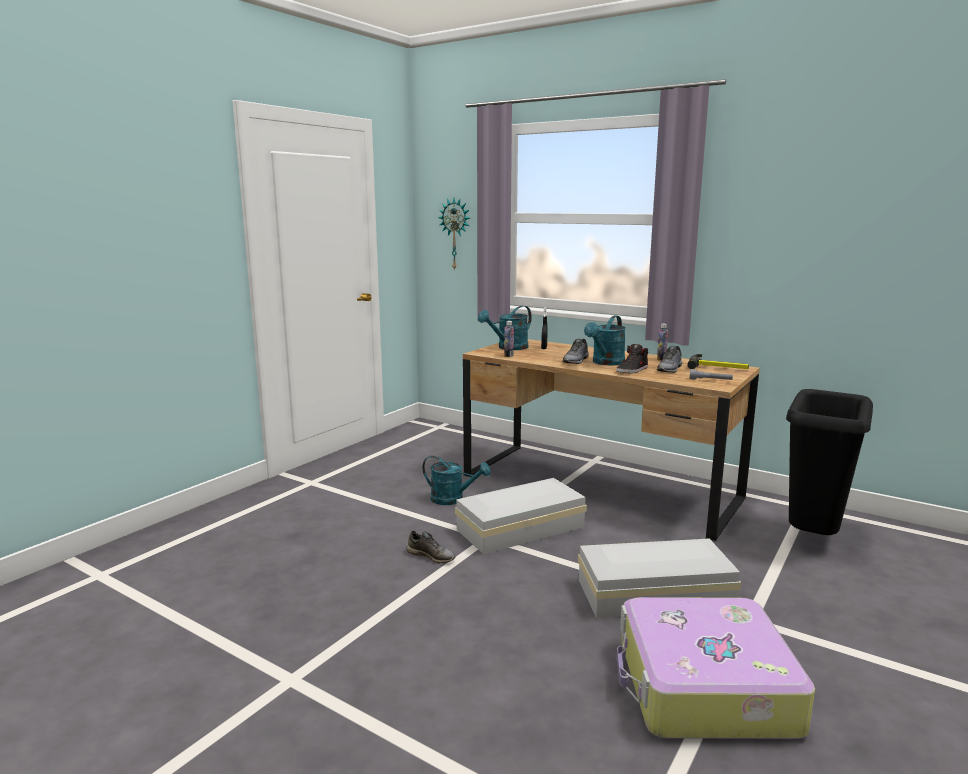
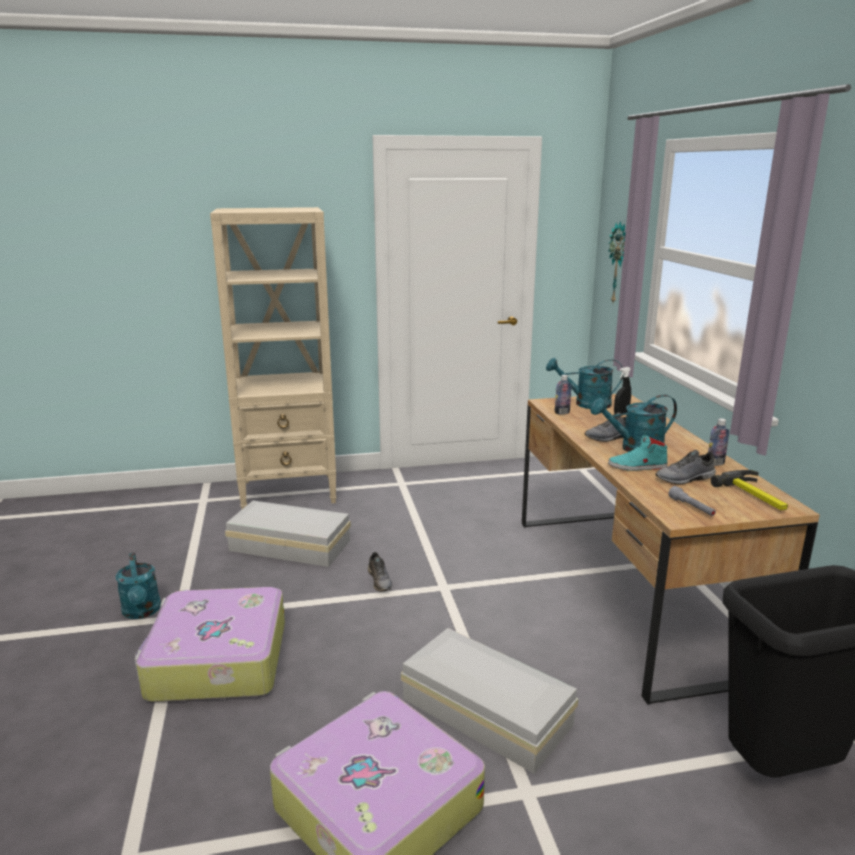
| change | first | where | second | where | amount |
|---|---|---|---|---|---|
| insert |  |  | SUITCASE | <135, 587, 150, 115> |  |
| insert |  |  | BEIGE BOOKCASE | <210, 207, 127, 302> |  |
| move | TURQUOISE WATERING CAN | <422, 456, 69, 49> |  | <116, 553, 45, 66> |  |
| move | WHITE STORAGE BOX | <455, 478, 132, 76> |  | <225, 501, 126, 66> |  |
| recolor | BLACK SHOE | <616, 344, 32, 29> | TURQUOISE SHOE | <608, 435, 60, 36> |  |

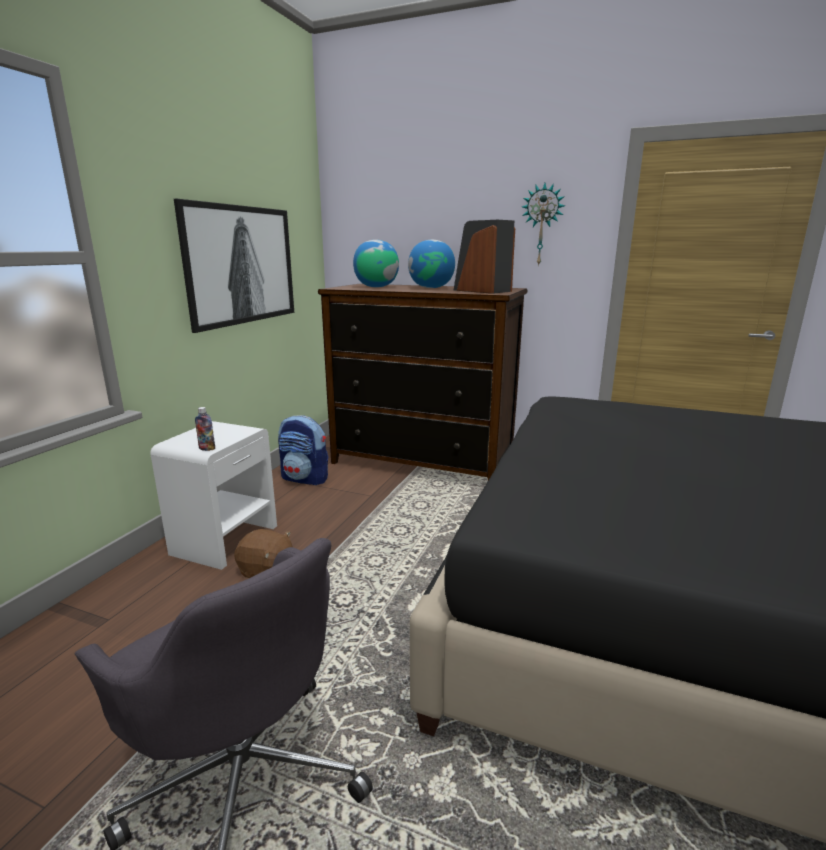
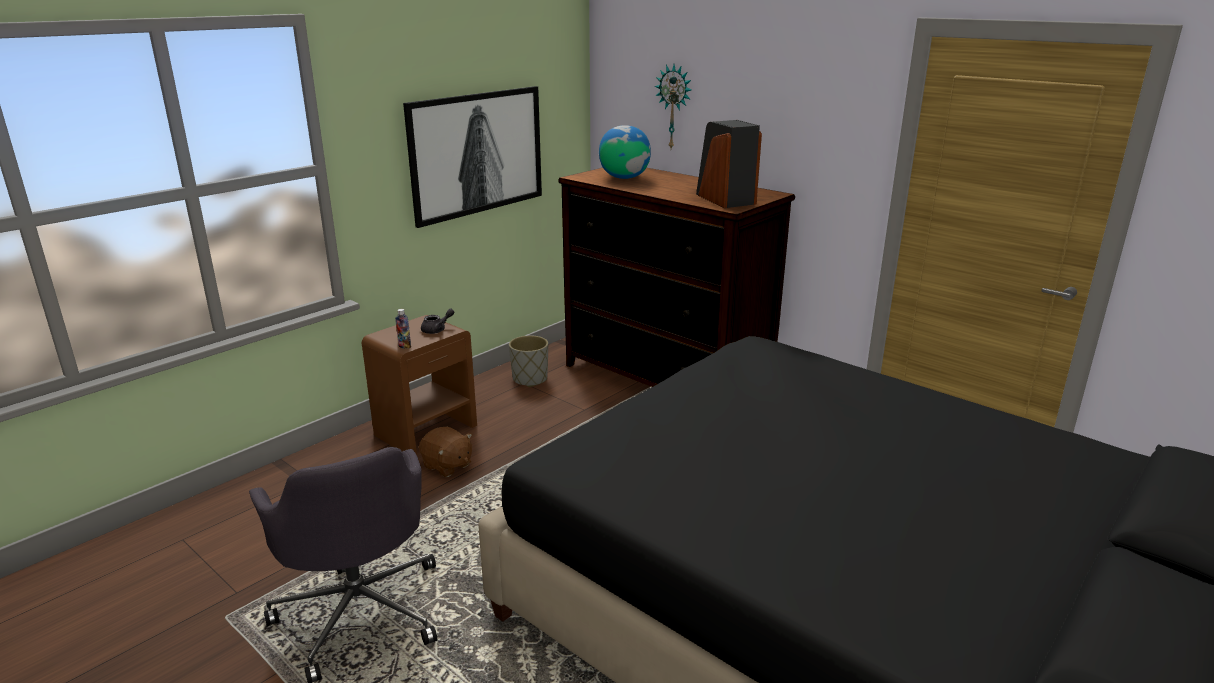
| change | first | where | second | where | amount |
|---|---|---|---|---|---|
| delete | GLOBE | <408, 240, 47, 48> |  |  |  |
| insert |  |  | GREY TEAPOT | <421, 309, 34, 25> |  |
| move | WALL CLOCK | <522, 183, 44, 83> |  | <655, 64, 36, 85> |  |
| replace | BACKPACK | <278, 415, 50, 70> | GREY PLANTER | <509, 336, 39, 51> |  |
| recolor | WHITE NIGHTSTAND | <150, 421, 127, 149> | BROWN NIGHTSTAND | <362, 315, 115, 140> |  |

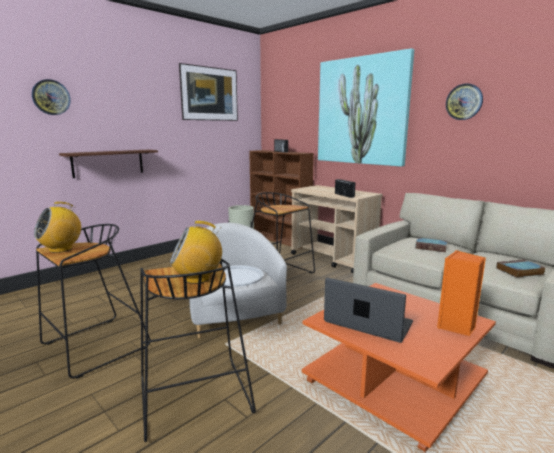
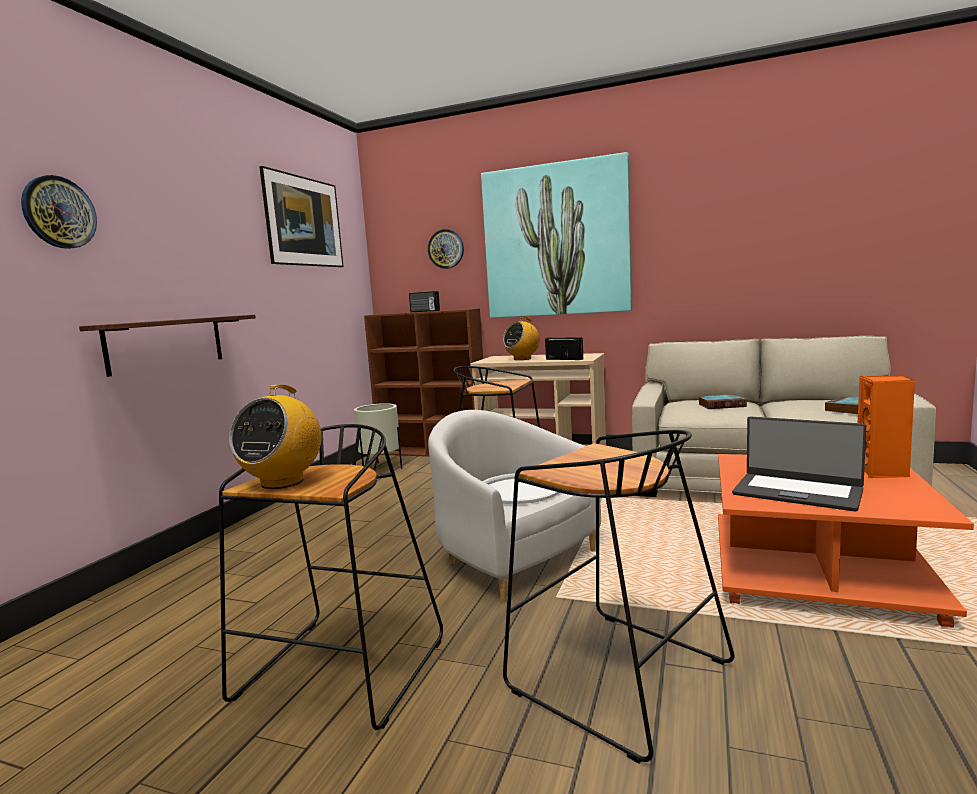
| change | first | where | second | where | amount |
|---|---|---|---|---|---|
| move | RADIO | <170, 221, 52, 63> |  | <503, 317, 37, 43> |  |
| move | WALL CLOCK | <446, 83, 37, 37> |  | <428, 229, 36, 40> |  |
| rotate | LAPTOP | <324, 278, 89, 65> |  | <732, 417, 134, 95> | 150 degrees counterclockwise |

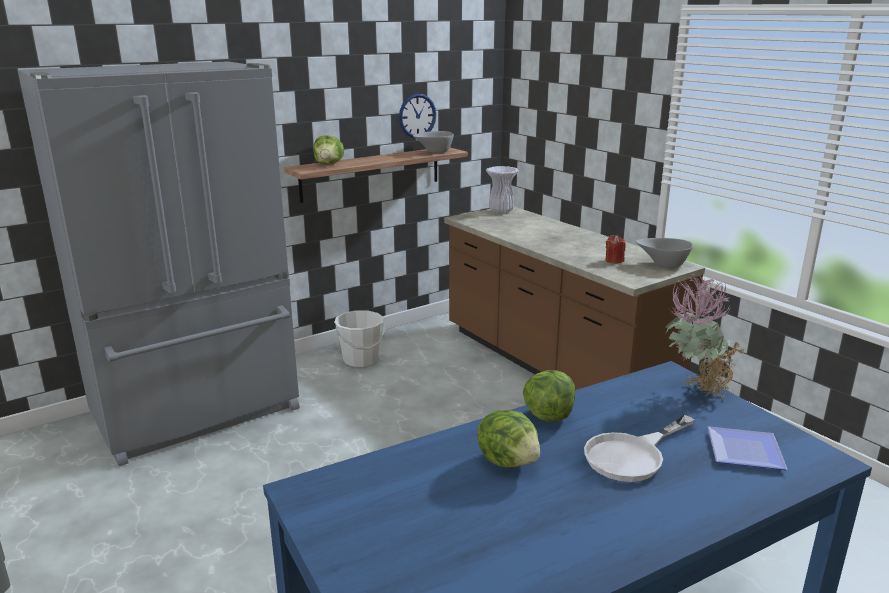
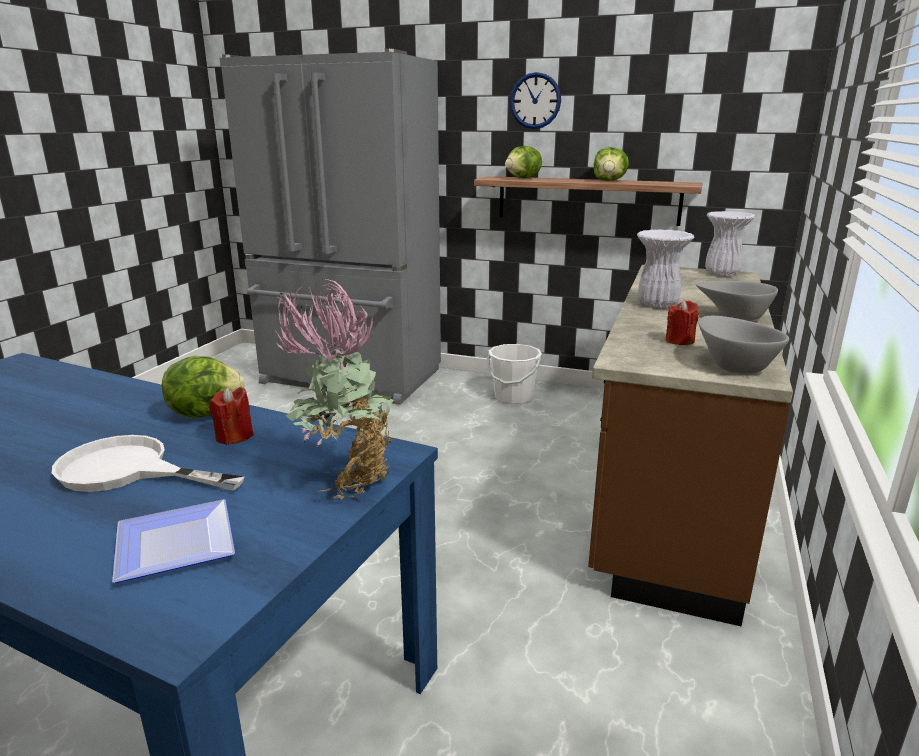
| change | first | where | second | where | amount |
|---|---|---|---|---|---|
| insert |  |  | RED CANDLE | <209, 387, 45, 58> |  |
| insert |  |  | WHITE VASE | <637, 229, 58, 79> |  |
| move | WALL CLOCK | <399, 94, 37, 44> |  | <510, 72, 51, 57> |  |
| move | GREY BOWL | <413, 131, 41, 22> |  | <696, 281, 82, 40> |  |
| move | LETTUCE | <477, 410, 63, 58> |  | <594, 147, 35, 34> |  |

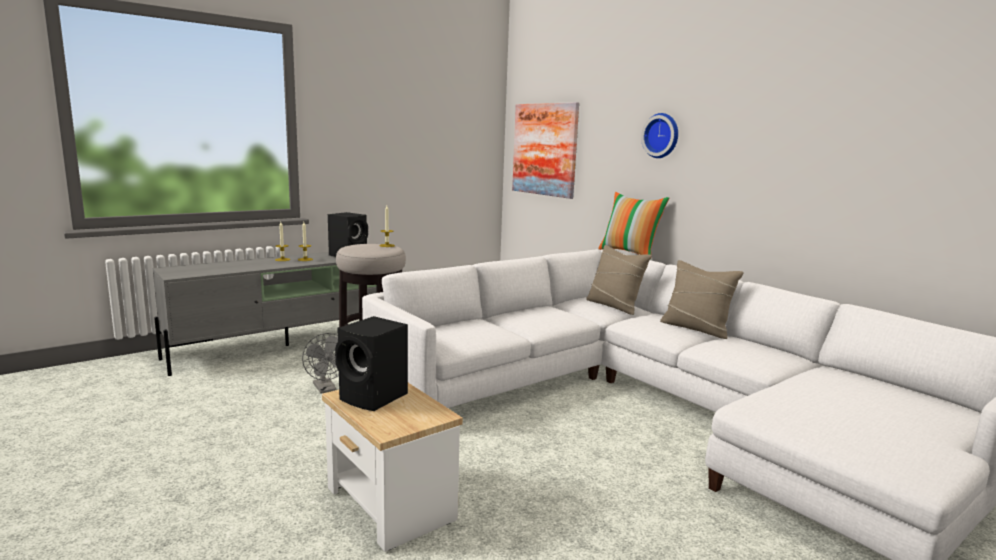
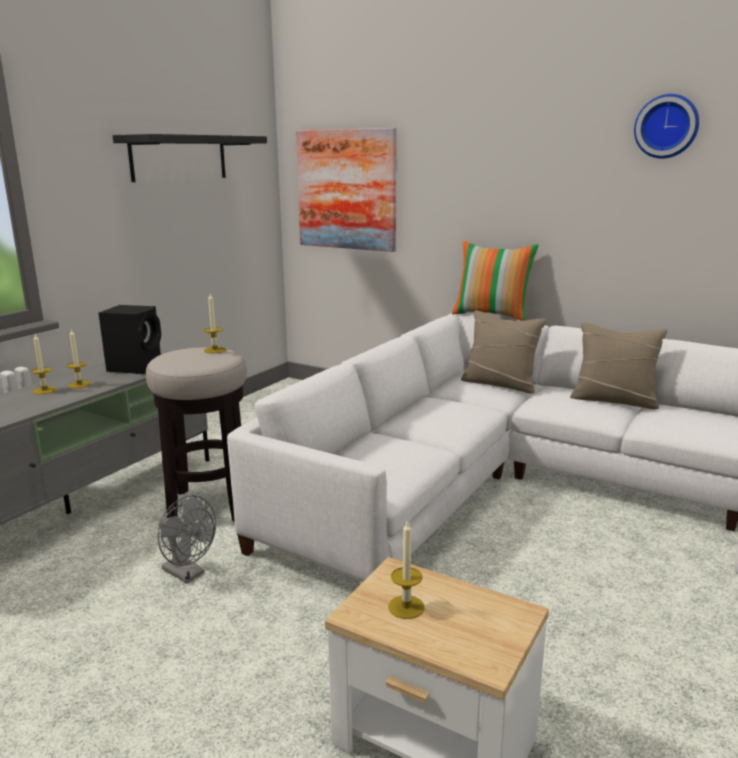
| change | first | where | second | where | amount |
|---|---|---|---|---|---|
| insert |  |  | BLACK SHELF | <113, 134, 154, 48> |  |
| move | WALL CLOCK | <641, 113, 37, 45> |  | <634, 94, 65, 65> |  |
| replace | BLACK SPEAKER | <335, 316, 73, 95> | CANDLE | <388, 520, 37, 99> |  |

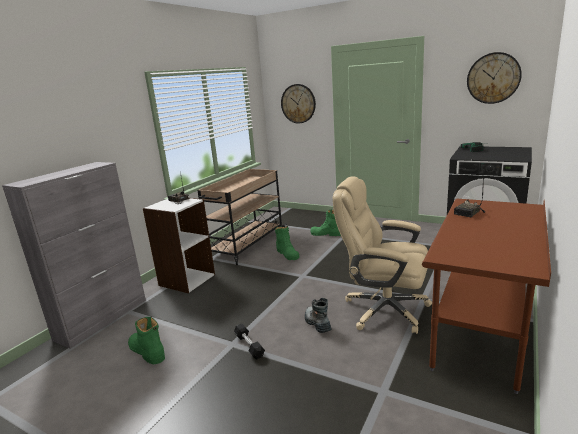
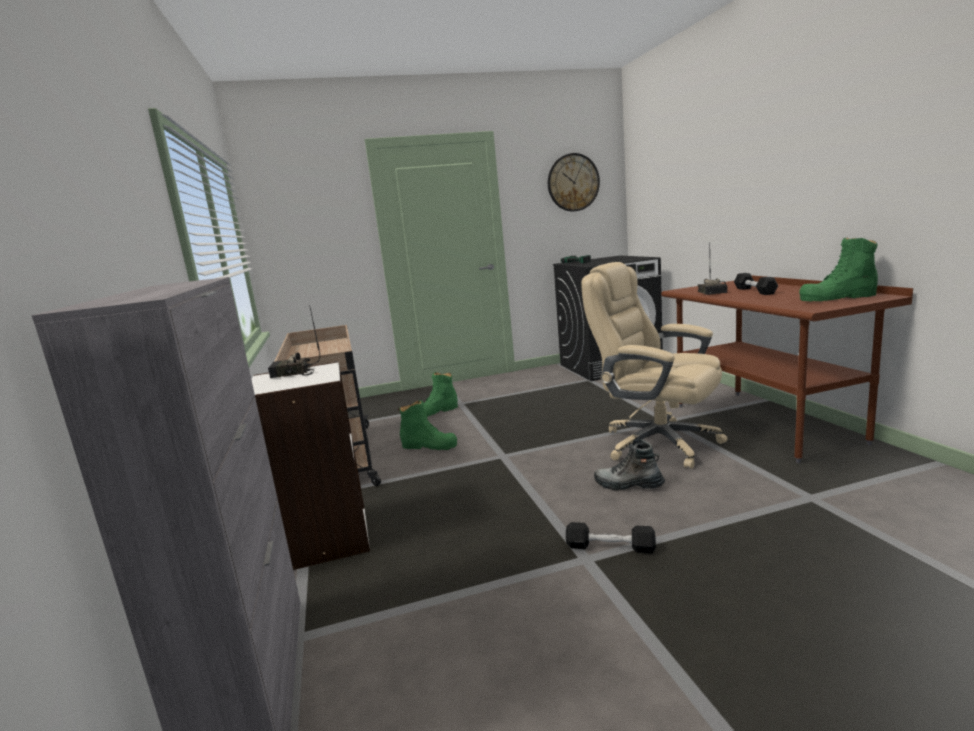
| change | first | where | second | where | amount |
|---|---|---|---|---|---|
| delete | WALL CLOCK | <281, 84, 35, 40> |  |  |  |
| insert |  |  | BLACK DUMBBELL | <734, 273, 44, 22> |  |
| move | GREEN BOOT | <128, 317, 37, 48> |  | <799, 237, 79, 65> |  |
| rotate | BEIGE OFFICE CHAIR | <333, 176, 99, 158> |  | <581, 262, 147, 207> | 60 degrees clockwise |

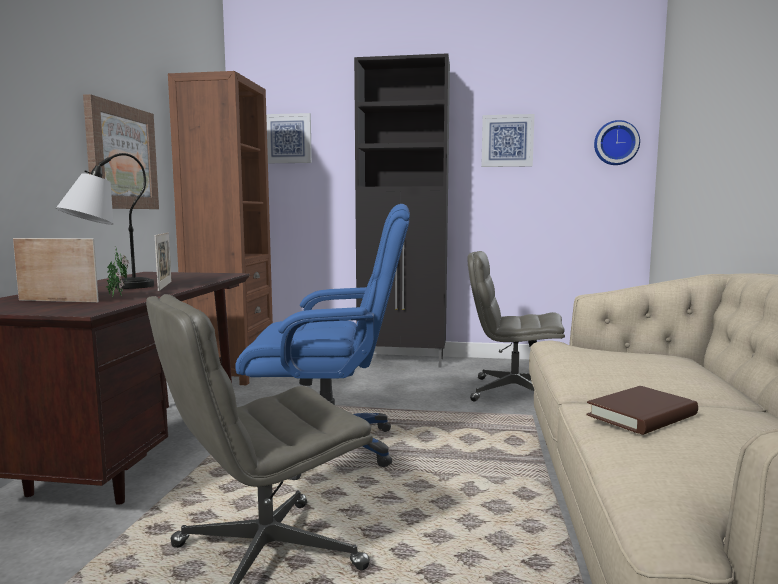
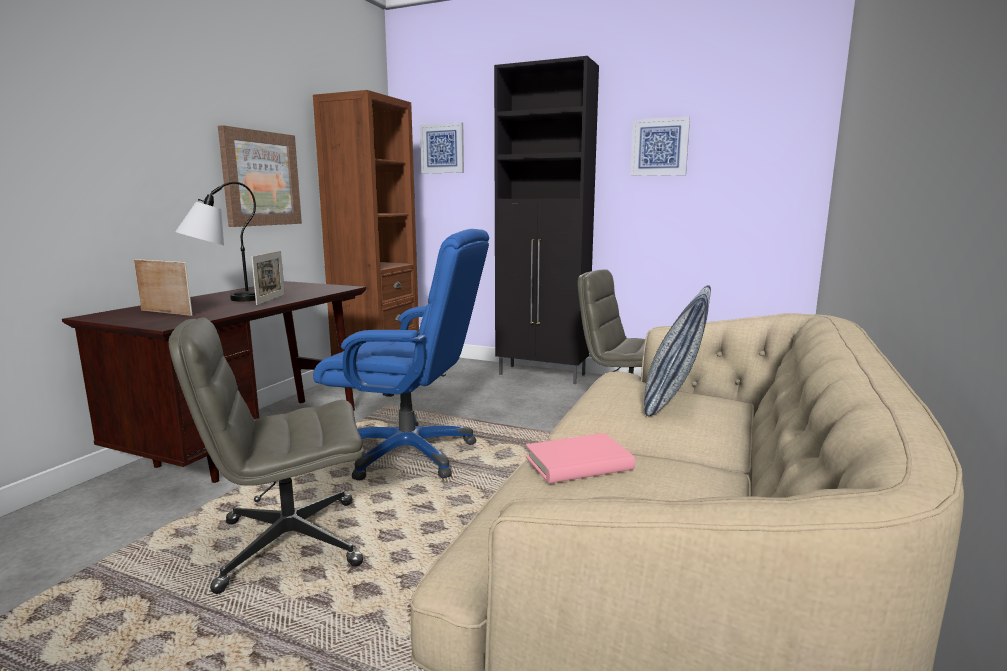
| change | first | where | second | where | amount |
|---|---|---|---|---|---|
| delete | POTTED PLANT | <106, 246, 23, 52> |  |  |  |
| delete | WALL CLOCK | <594, 120, 46, 45> |  |  |  |
| insert |  |  | PILLOW | <644, 285, 67, 131> |  |
| recolor | BROWN BOOK | <586, 386, 112, 49> | PINK BOOK | <526, 433, 109, 50> |  |

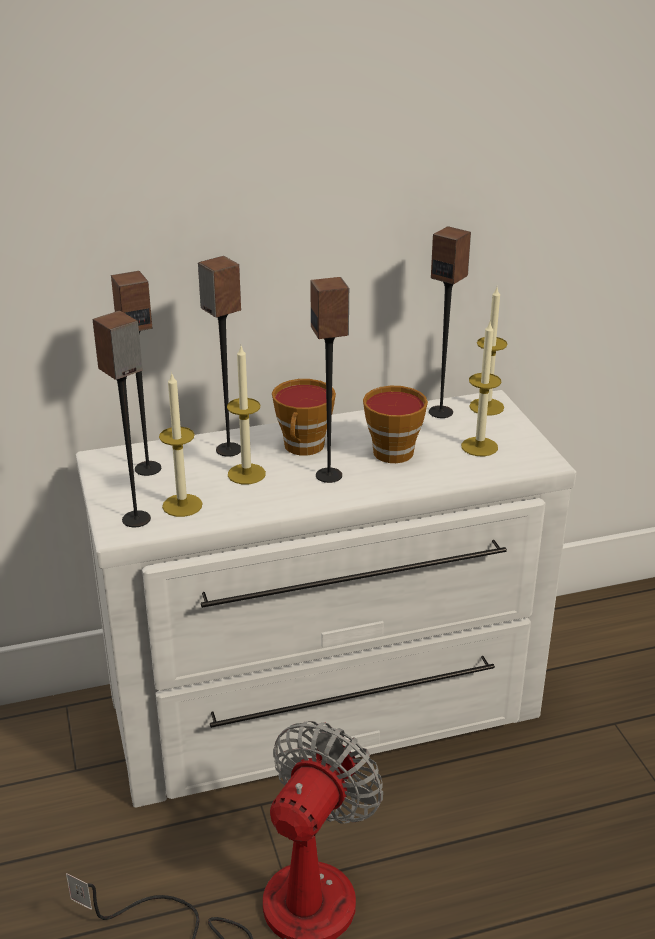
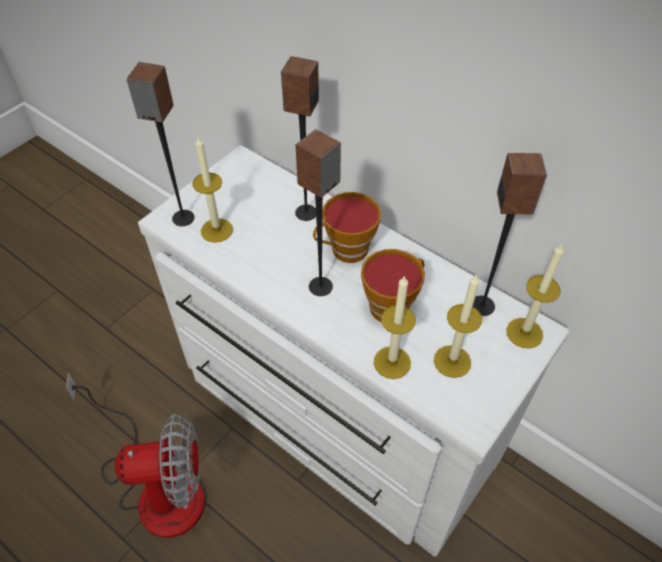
| change | first | where | second | where | amount |
|---|---|---|---|---|---|
| delete | SPEAKER | <111, 271, 50, 205> |  |  |  |
| move | CANDLE | <227, 346, 39, 138> |  | <374, 275, 42, 104> |  |

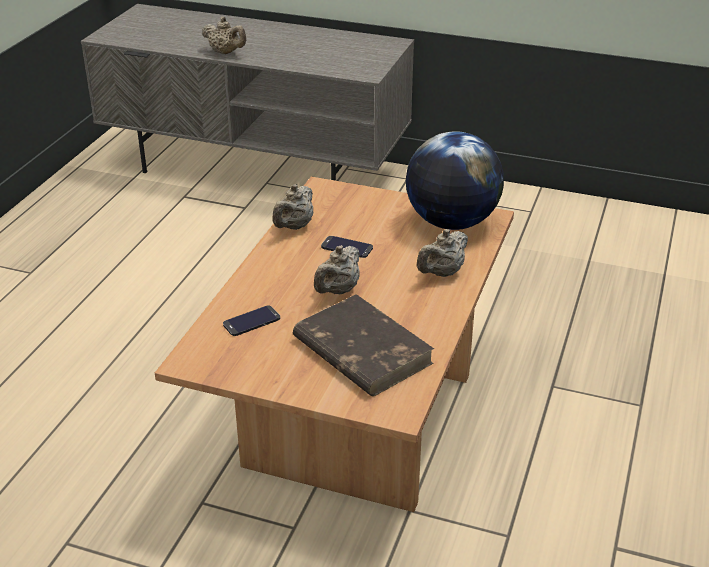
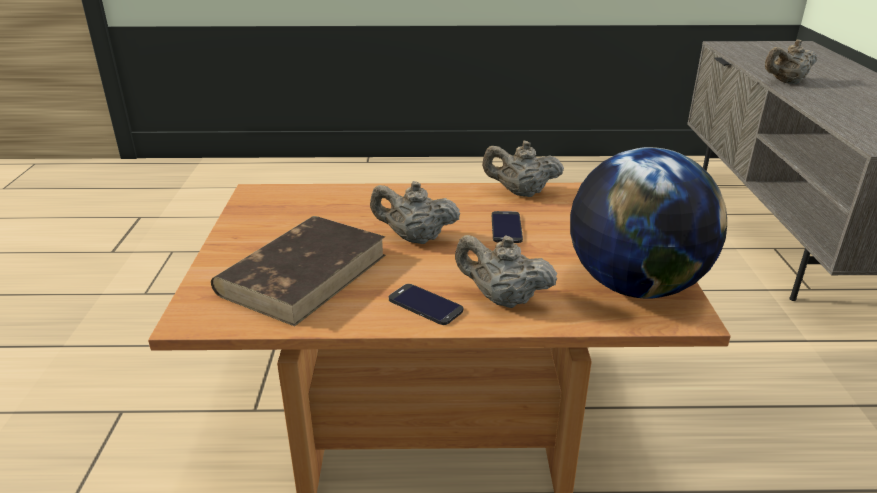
| change | first | where | second | where | amount |
|---|---|---|---|---|---|
| move | PHONE | <223, 305, 57, 31> |  | <389, 284, 74, 41> |  |
| rotate | BEIGE TEAPOT | <202, 16, 44, 38> |  | <765, 39, 52, 45> | 60 degrees clockwise |

